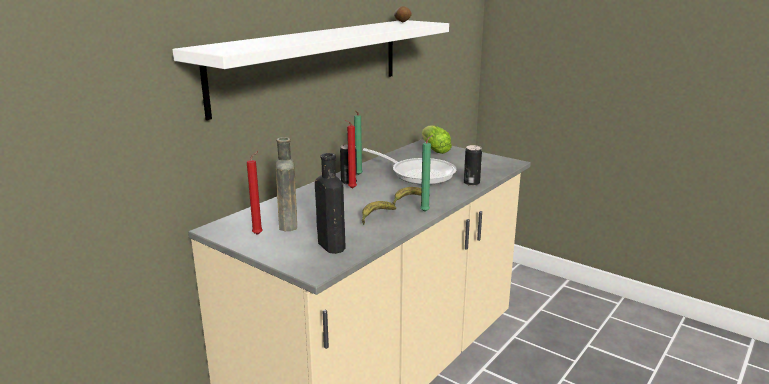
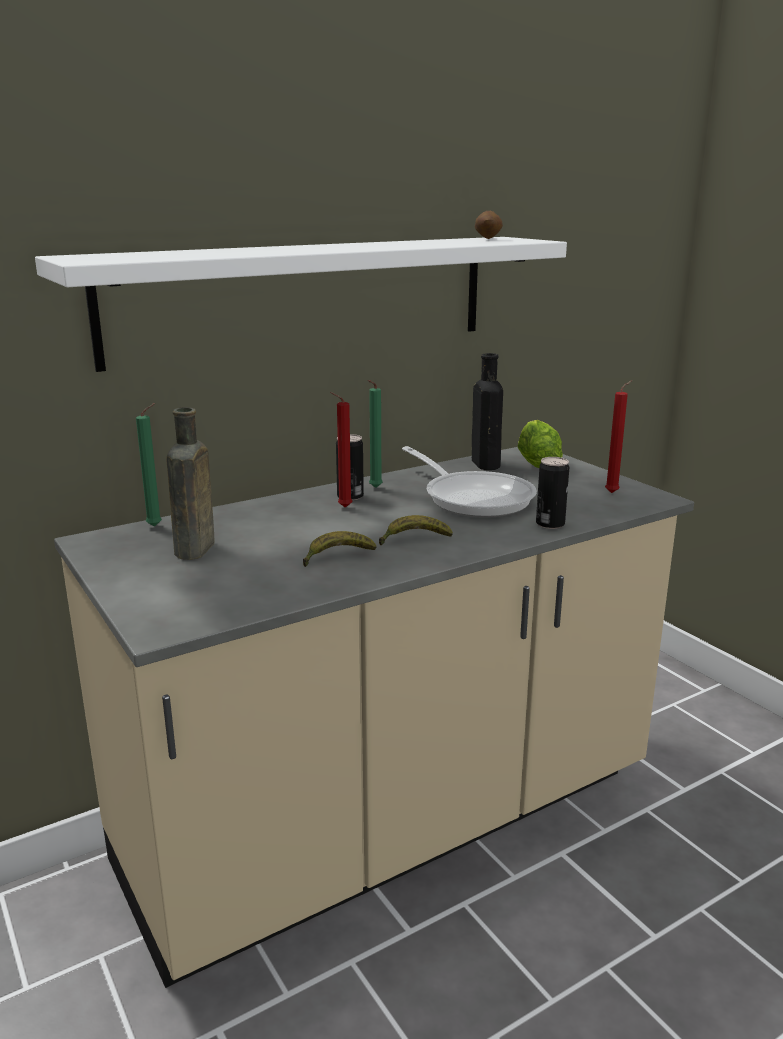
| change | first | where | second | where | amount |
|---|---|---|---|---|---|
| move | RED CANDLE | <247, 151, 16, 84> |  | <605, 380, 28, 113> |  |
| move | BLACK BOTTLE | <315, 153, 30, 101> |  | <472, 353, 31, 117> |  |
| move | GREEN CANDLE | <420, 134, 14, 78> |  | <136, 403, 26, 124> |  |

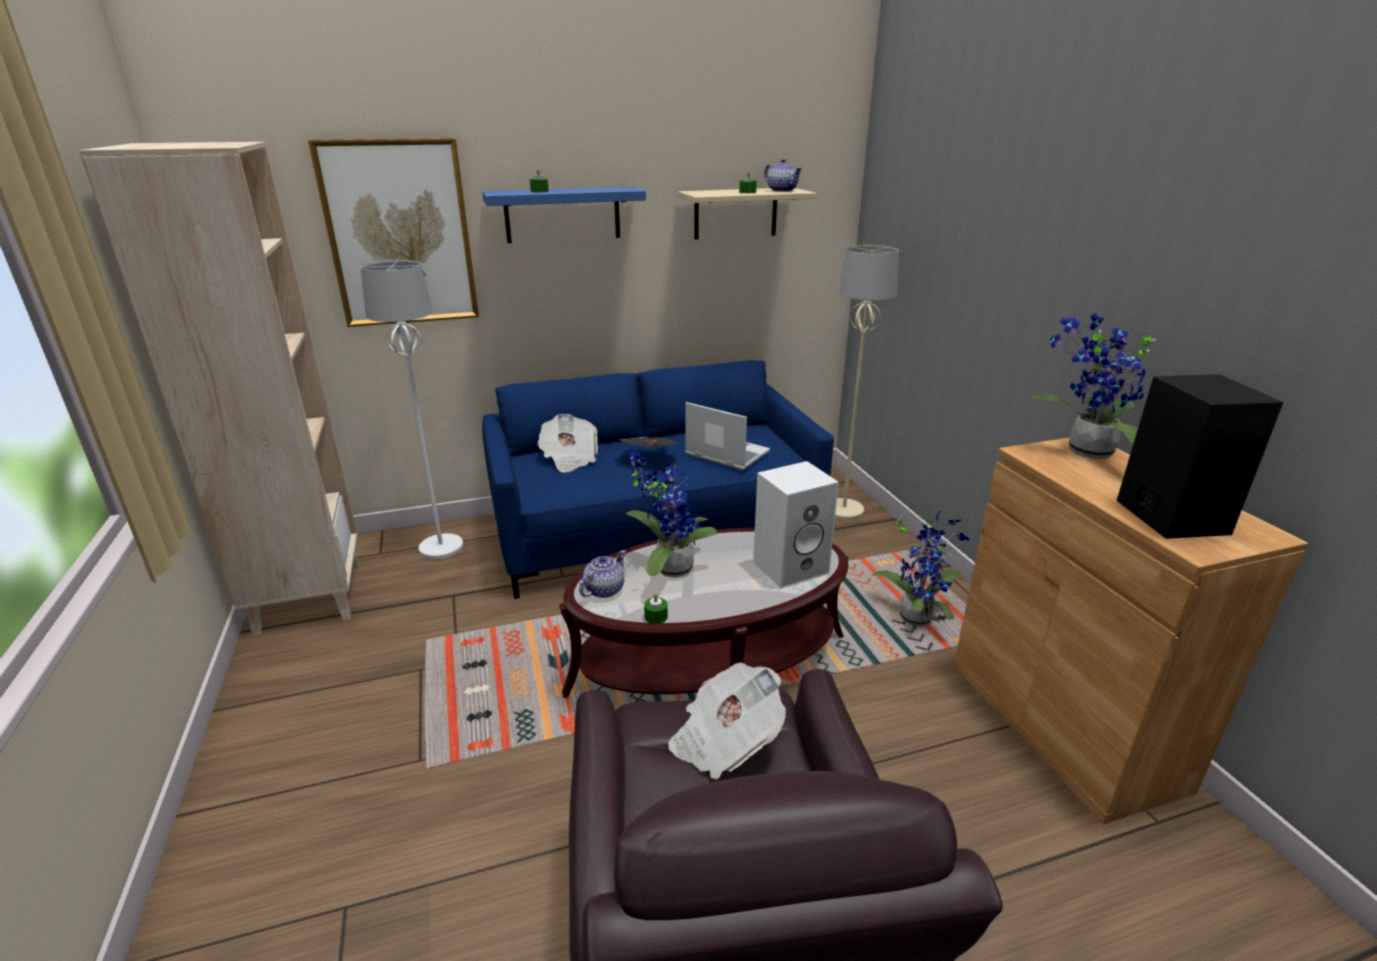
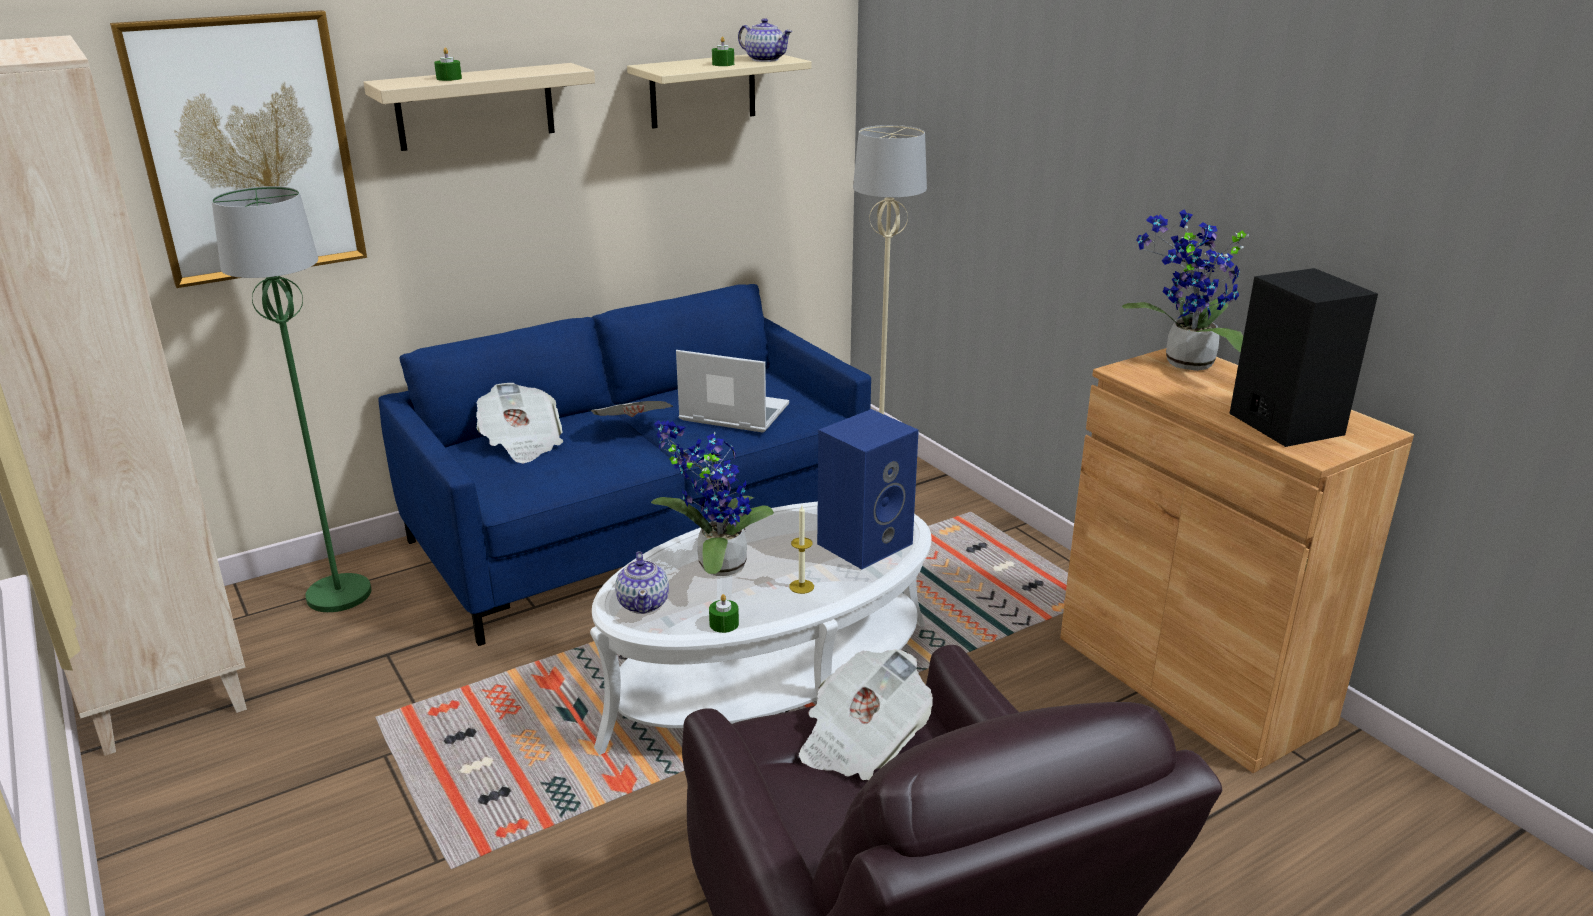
| change | first | where | second | where | amount |
|---|---|---|---|---|---|
| delete | POTTED PLANT | <872, 510, 97, 116> |  |  |  |
| insert |  |  | CANDLE | <789, 506, 25, 88> |  |
| recolor | WHITE FLOOR LAMP | <360, 260, 103, 300> | GREEN FLOOR LAMP | <212, 186, 159, 426> |  |
| recolor | BLUE SHELF | <483, 187, 163, 56> | BEIGE SHELF | <364, 63, 231, 88> |  |
| recolor | BROWN COFFEE TABLE | <560, 528, 288, 170> | WHITE COFFEE TABLE | <590, 502, 341, 253> |  |
| recolor | WHITE SPEAKER | <753, 461, 86, 127> | BLUE SPEAKER | <817, 409, 102, 160> |  |
| rotate | TEAPOT | <579, 550, 47, 48> |  | <615, 551, 54, 63> | 150 degrees clockwise |

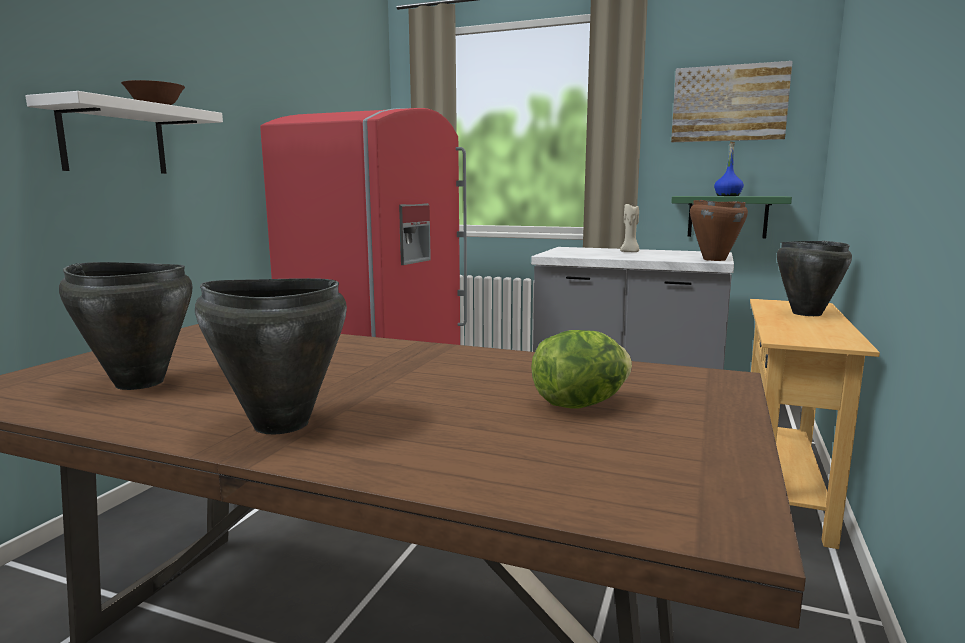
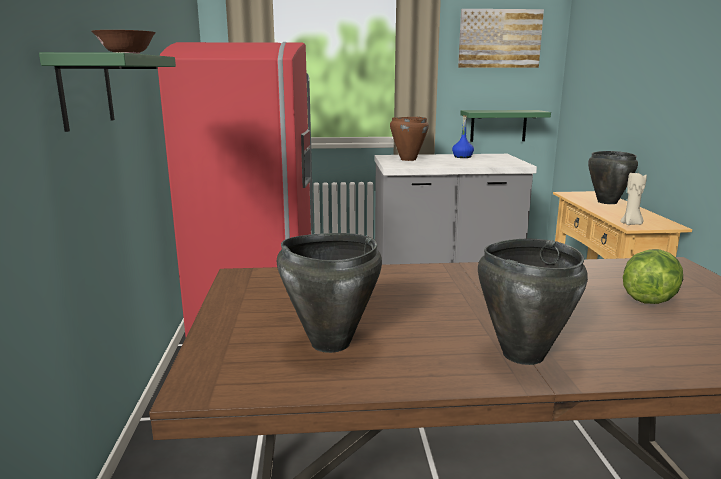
| change | first | where | second | where | amount |
|---|---|---|---|---|---|
| move | BEIGE CANDLE | <620, 204, 19, 48> |  | <620, 171, 27, 54> |  |
| move | BROWN COOKING POT | <690, 200, 58, 61> |  | <390, 117, 39, 44> |  |
| move | BLUE BOTTLE | <714, 142, 30, 54> |  | <452, 115, 22, 43> |  |
| recolor | WHITE SHELF | <25, 91, 198, 83> | GREEN SHELF | <39, 52, 137, 80> |  |

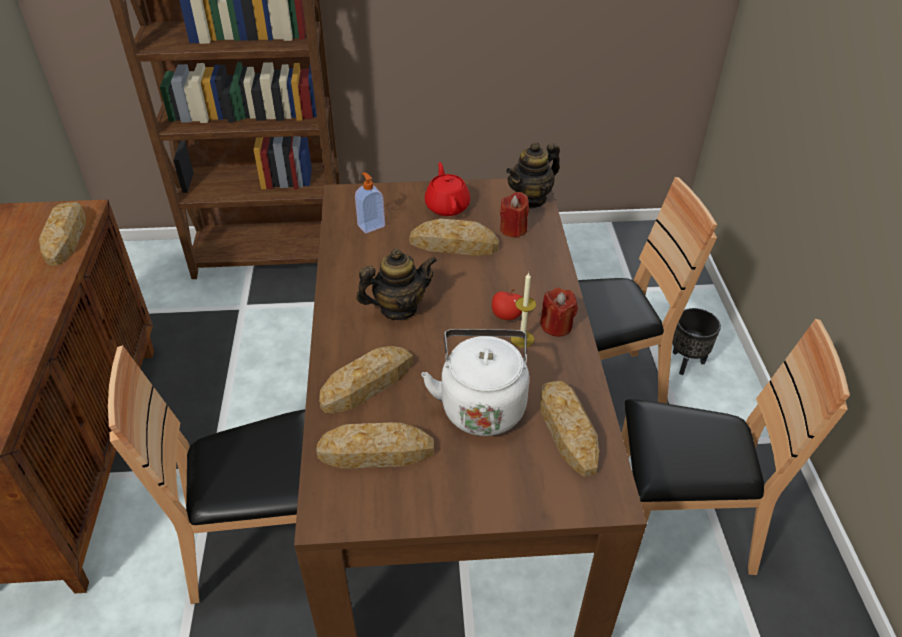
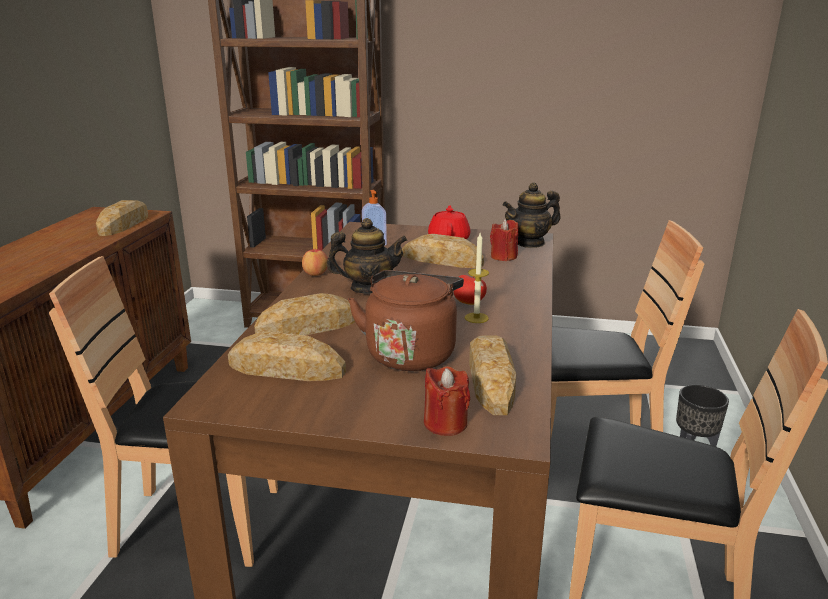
| change | first | where | second | where | amount |
|---|---|---|---|---|---|
| insert |  |  | APPLE | <302, 249, 26, 27> |  |
| move | RED CANDLE | <540, 287, 38, 50> |  | <424, 366, 46, 70> |  |
| recolor | WHITE KETTLE | <422, 329, 107, 107> | BROWN KETTLE | <348, 270, 116, 101> |  |

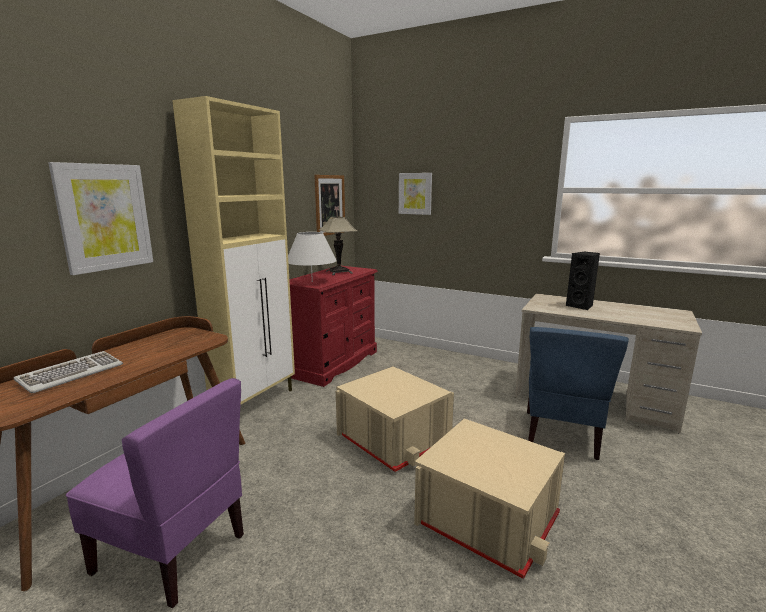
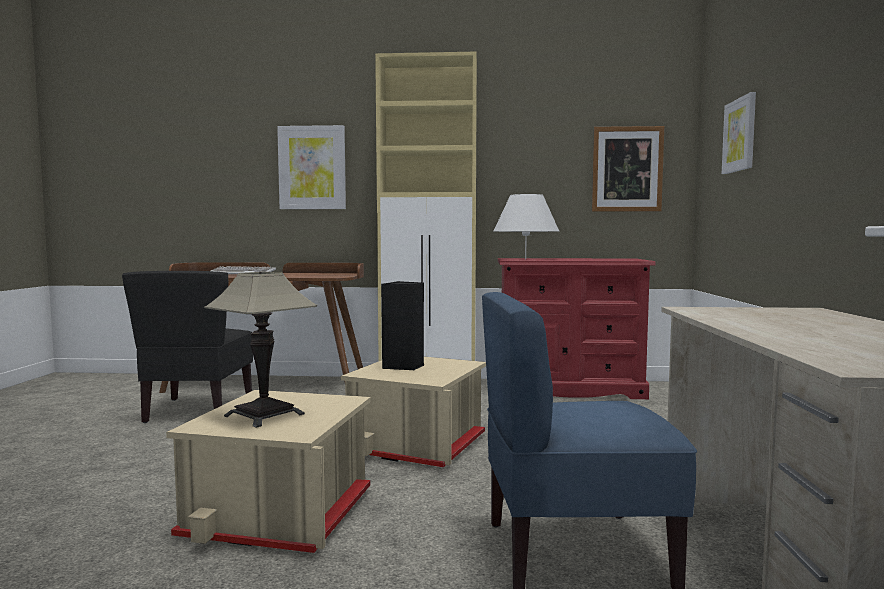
| change | first | where | second | where | amount |
|---|---|---|---|---|---|
| move | TABLE LAMP | <319, 217, 38, 58> |  | <204, 271, 113, 157> |  |
| move | BLACK SPEAKER | <566, 252, 34, 58> |  | <381, 281, 43, 89> |  |
| recolor | PURPLE CHAIR | <66, 378, 178, 231> | BLACK CHAIR | <122, 271, 131, 152> |  |

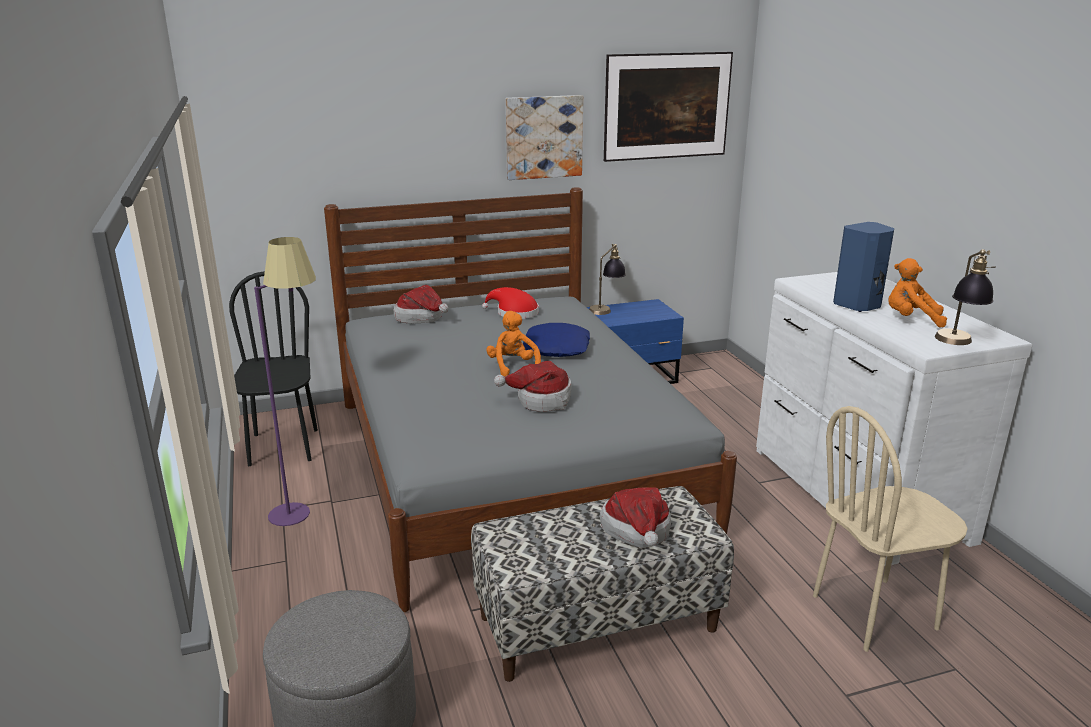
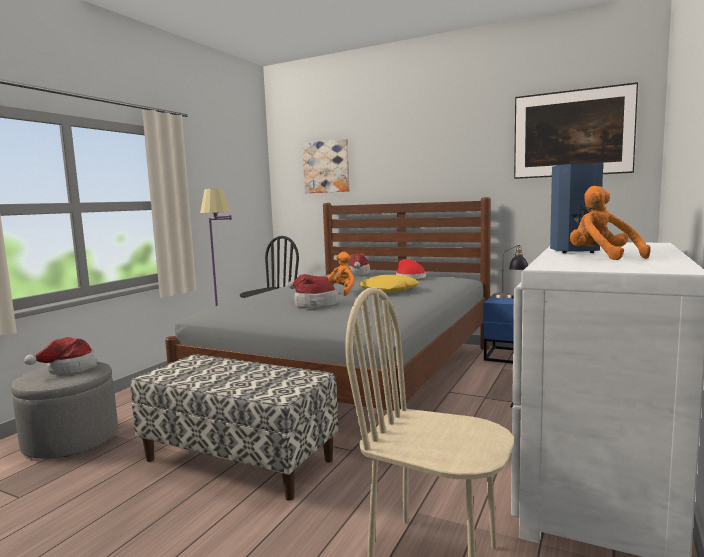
| change | first | where | second | where | amount |
|---|---|---|---|---|---|
| delete | TABLE LAMP | <935, 249, 61, 96> |  |  |  |
| move | PICTURE | <506, 95, 77, 85> |  | <302, 139, 48, 54> |  |
| move | HAT | <600, 487, 71, 61> |  | <24, 337, 73, 38> |  |
| recolor | BLUE PILLOW | <523, 323, 67, 34> | YELLOW PILLOW | <358, 275, 61, 17> |  |

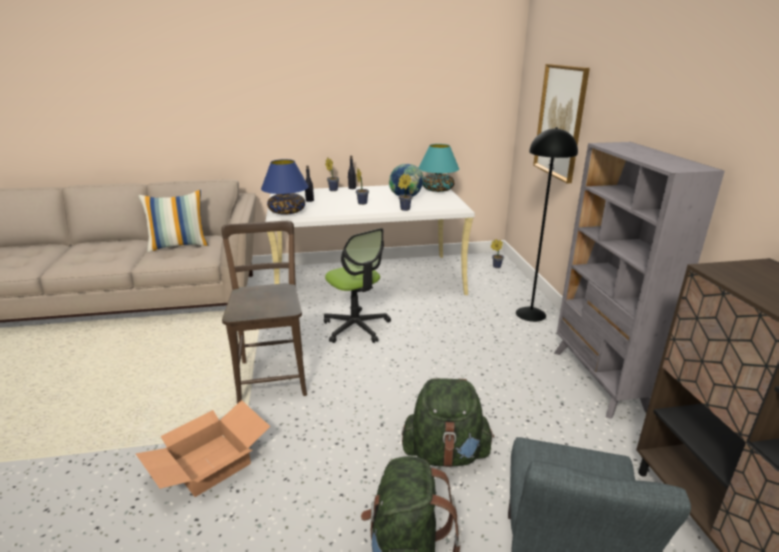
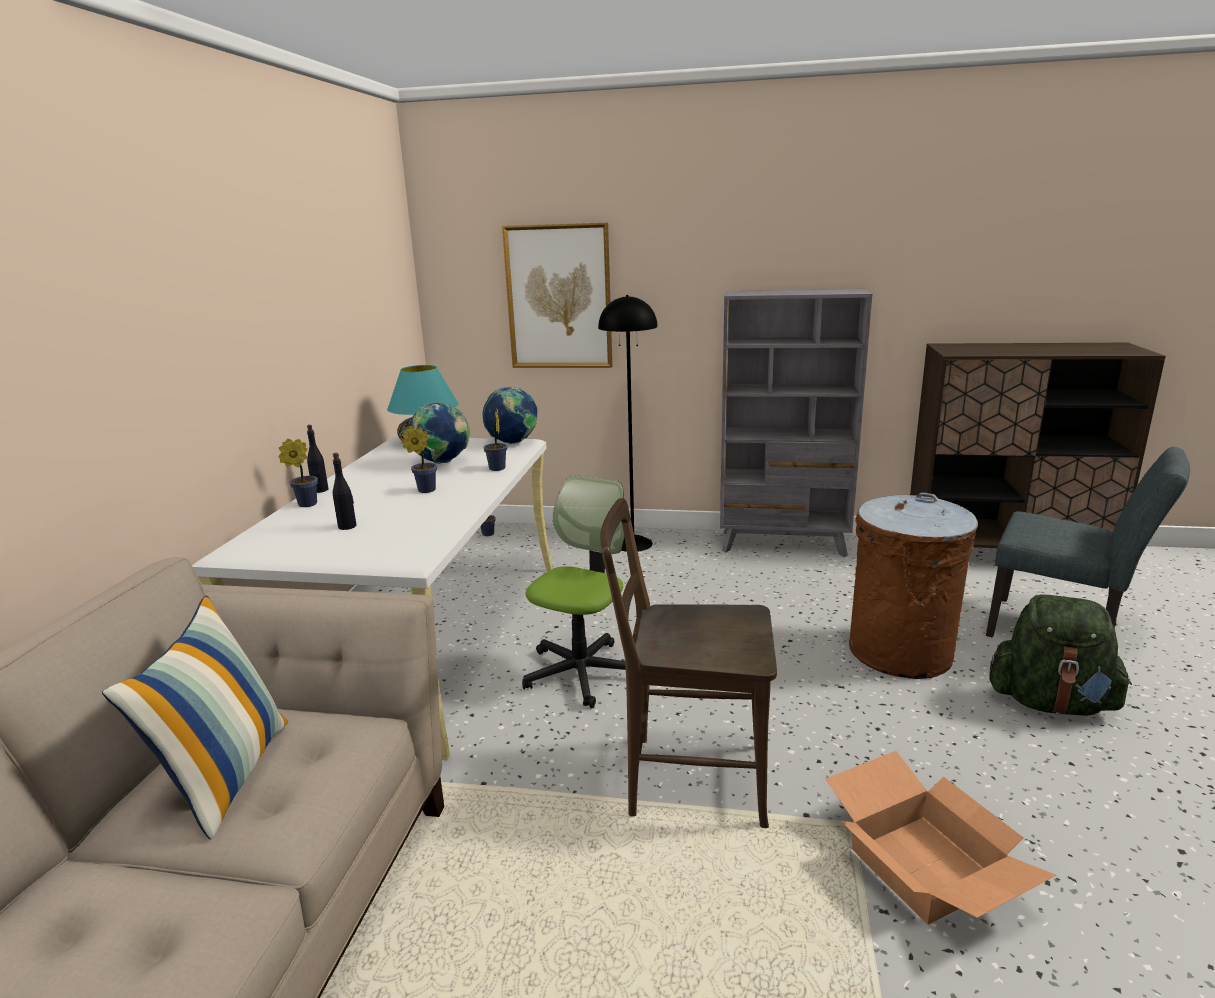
| change | first | where | second | where | amount |
|---|---|---|---|---|---|
| delete | BLUE TABLE LAMP | <261, 159, 48, 56> |  |  |  |
| insert |  |  | GLOBE | <483, 387, 54, 57> |  |
| replace | GREEN BACKPACK | <402, 378, 93, 89> | BROWN TRASH CAN | <849, 492, 129, 187> |  |
| rotate | OFFICE CHAIR | <324, 228, 67, 115> |  | <522, 475, 104, 233> | 45 degrees counterclockwise |

